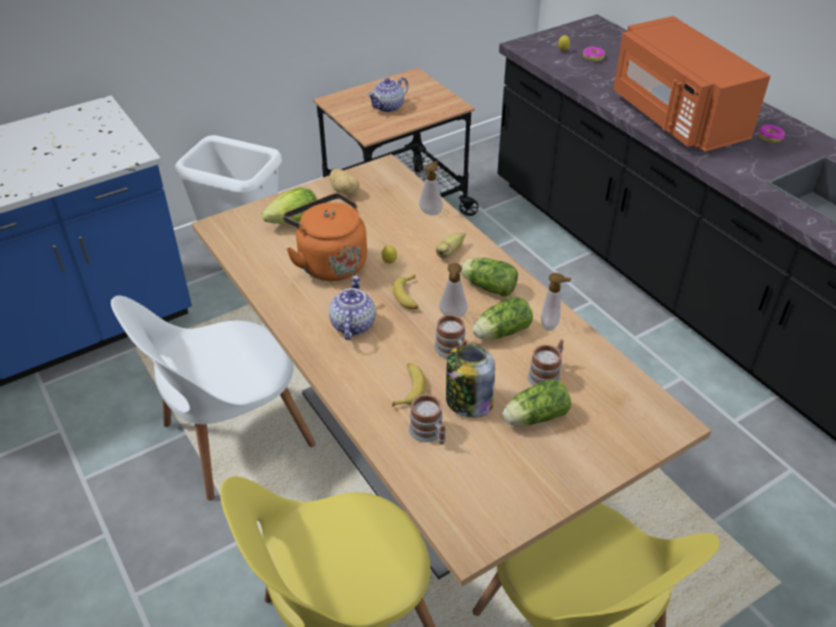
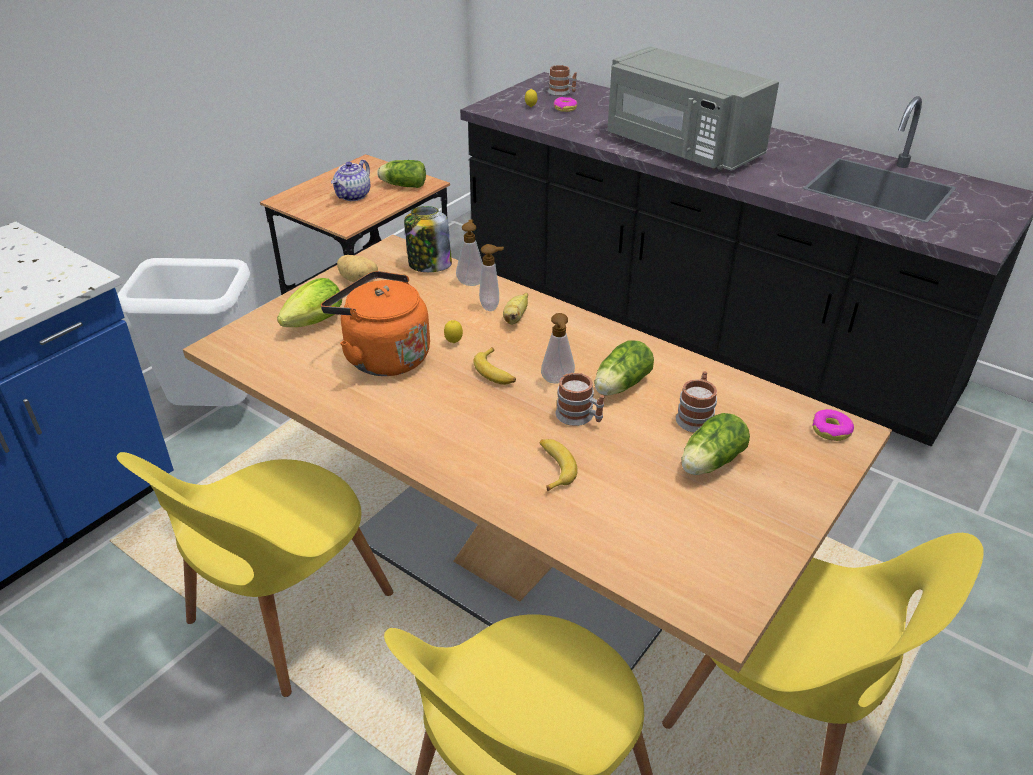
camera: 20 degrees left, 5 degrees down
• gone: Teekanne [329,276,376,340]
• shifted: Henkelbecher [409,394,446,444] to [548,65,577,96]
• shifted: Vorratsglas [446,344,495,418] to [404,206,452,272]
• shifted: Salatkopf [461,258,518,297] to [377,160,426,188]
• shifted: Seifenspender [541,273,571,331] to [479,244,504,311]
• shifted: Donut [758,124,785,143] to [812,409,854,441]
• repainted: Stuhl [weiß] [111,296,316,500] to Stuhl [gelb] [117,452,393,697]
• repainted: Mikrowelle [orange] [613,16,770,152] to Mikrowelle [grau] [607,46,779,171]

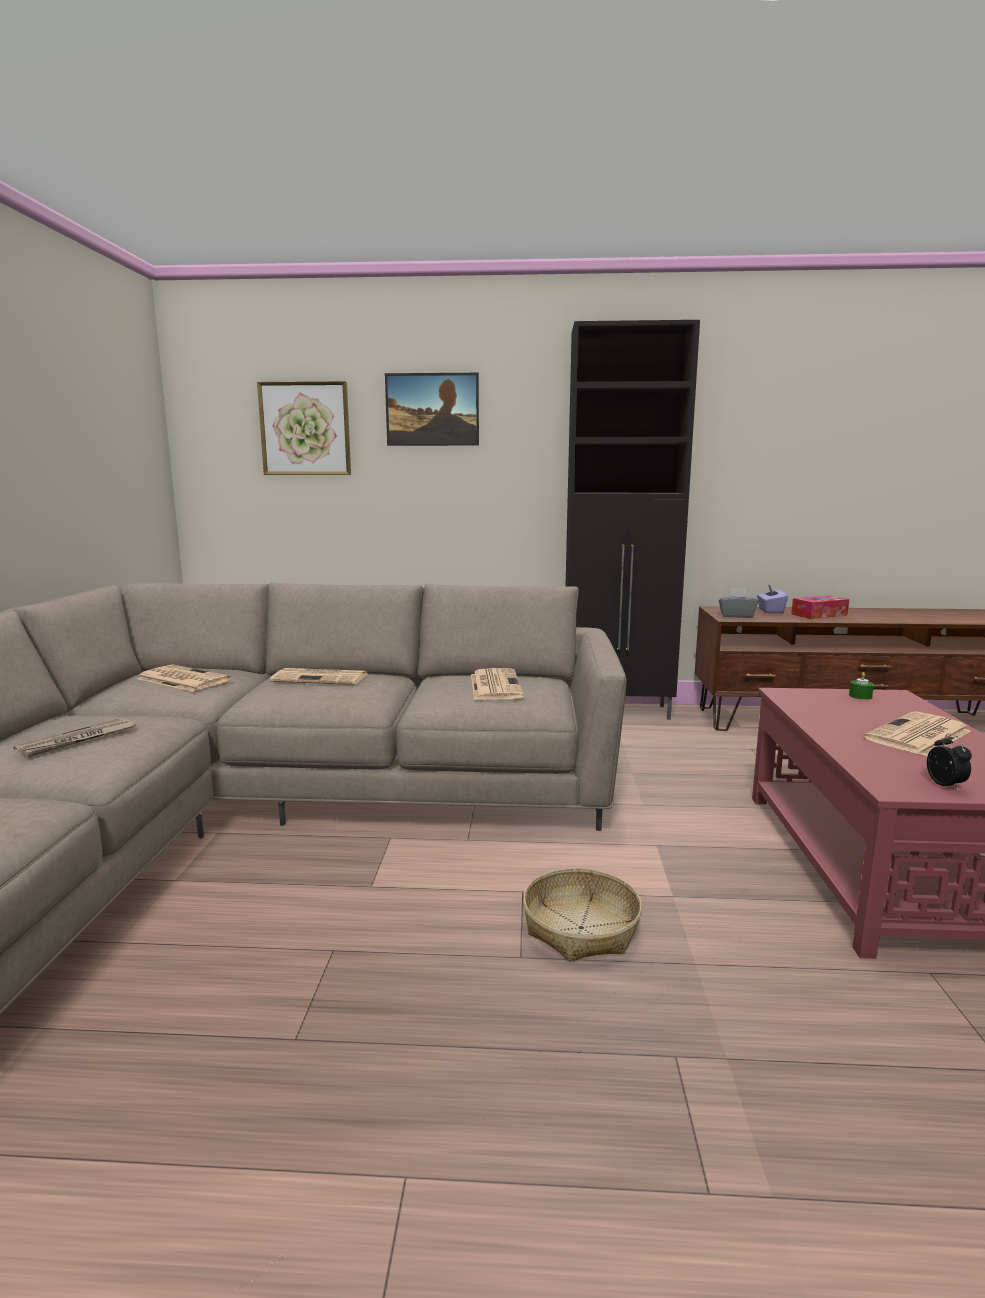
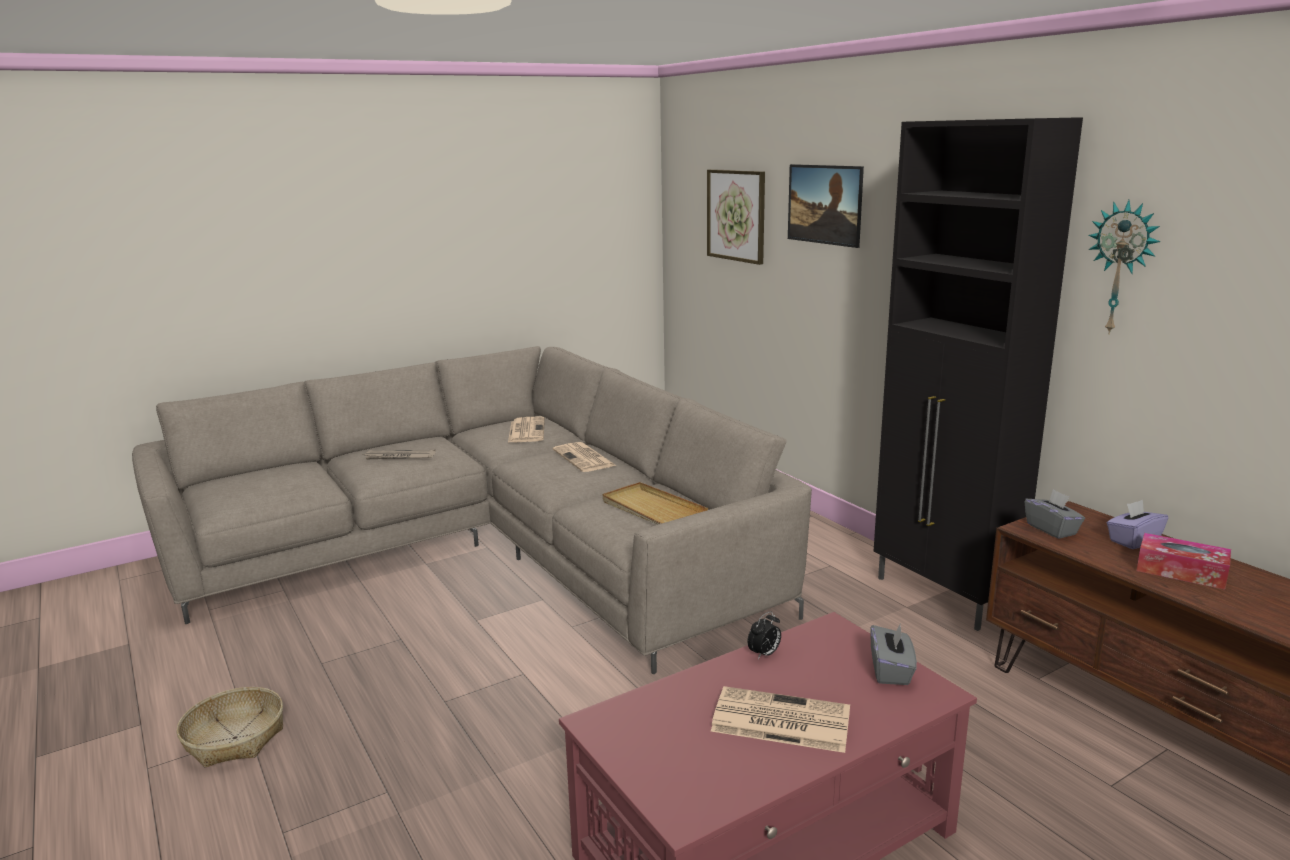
camera: 55 degrees right, 5 degrees up
• new: Wanduhr [1088,200,1160,335]
• shifted: Korb [523,868,642,962] to [177,687,283,767]
• shifted: Wecker [927,734,972,791] to [748,611,781,659]
• swapped: Zeitung [471,668,524,700] to Tablett [beige] [602,482,708,525]
• swapped: Kerze [grün] [849,672,874,700] to Taschentuchbox [grau] [870,622,917,685]

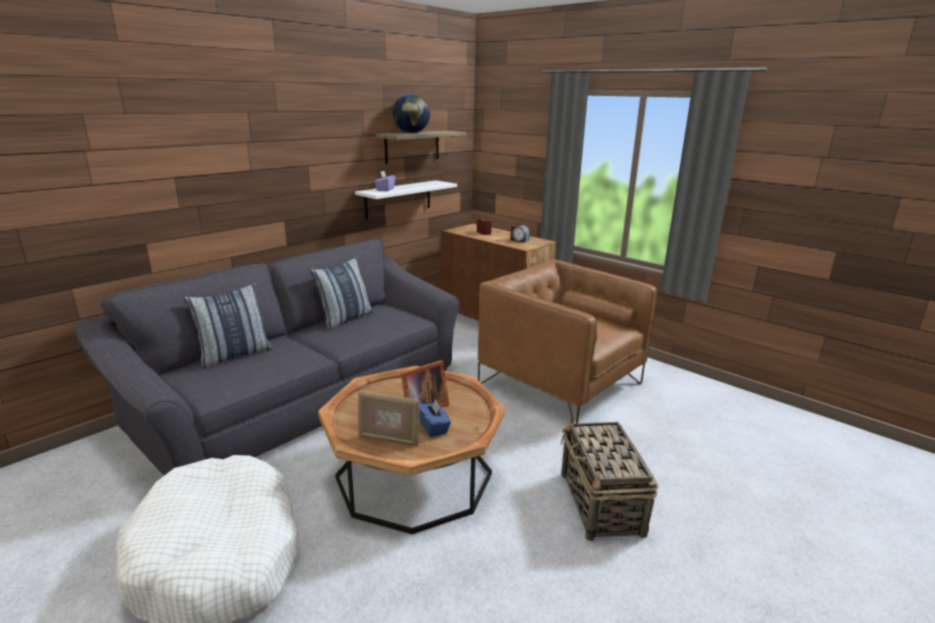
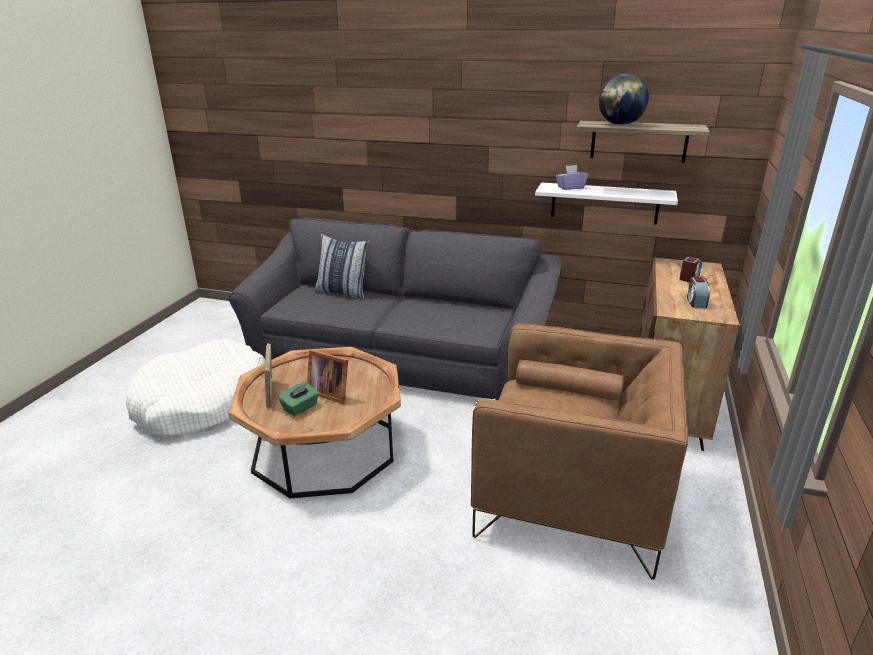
camera: 65 degrees right, 5 degrees up
• gone: Kissen [310,256,373,330]
• gone: Korb [561,419,658,541]
• repainted: Taschentuchbox [blau] [419,399,451,437] to Taschentuchbox [grün] [278,382,319,416]
• rotated: Sessel [braun] [478,259,658,423] = [471,323,688,579] 90 degrees clockwise

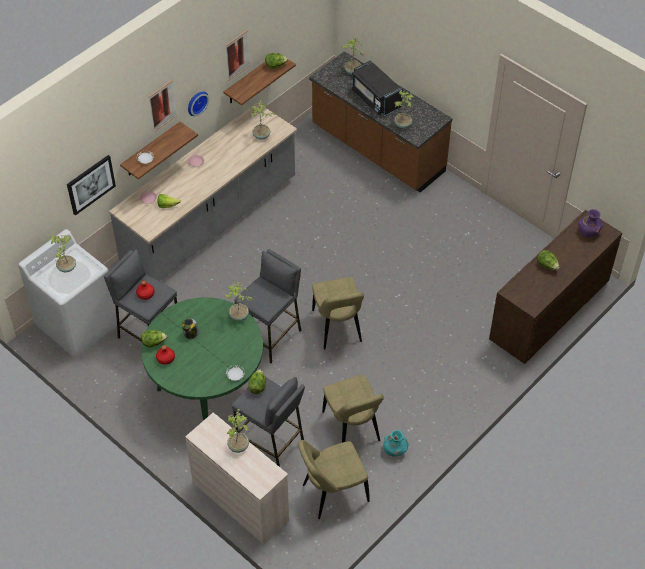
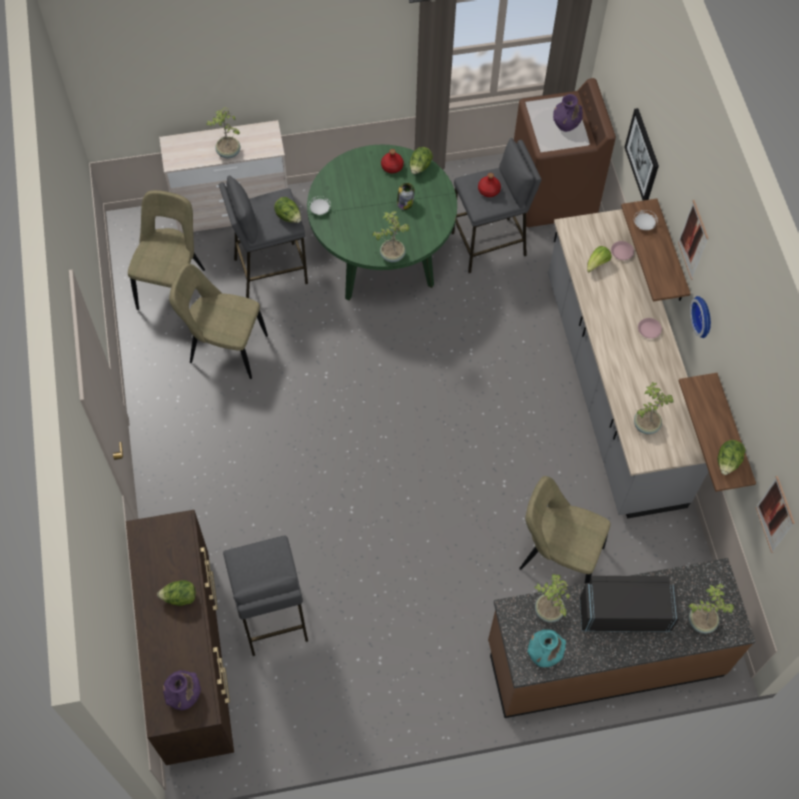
camera: 125 degrees right, 10 degrees up
• shifted: Bild [225,30,250,81] to [756,476,795,553]
• shifted: Hocker [grau] [234,249,302,363] to [223,535,308,656]
• shifted: Stuhl [beige] [312,277,364,350] to [519,476,610,584]
• shifted: Vase [türkis] [383,430,408,457] to [527,629,566,667]
• swapped: Topfpflanze [50,235,76,272] to Vase [lila] [553,94,583,132]
• repainted: Waschmaschine [weiß] [18,229,117,358] to Waschmaschine [braun] [514,78,616,227]

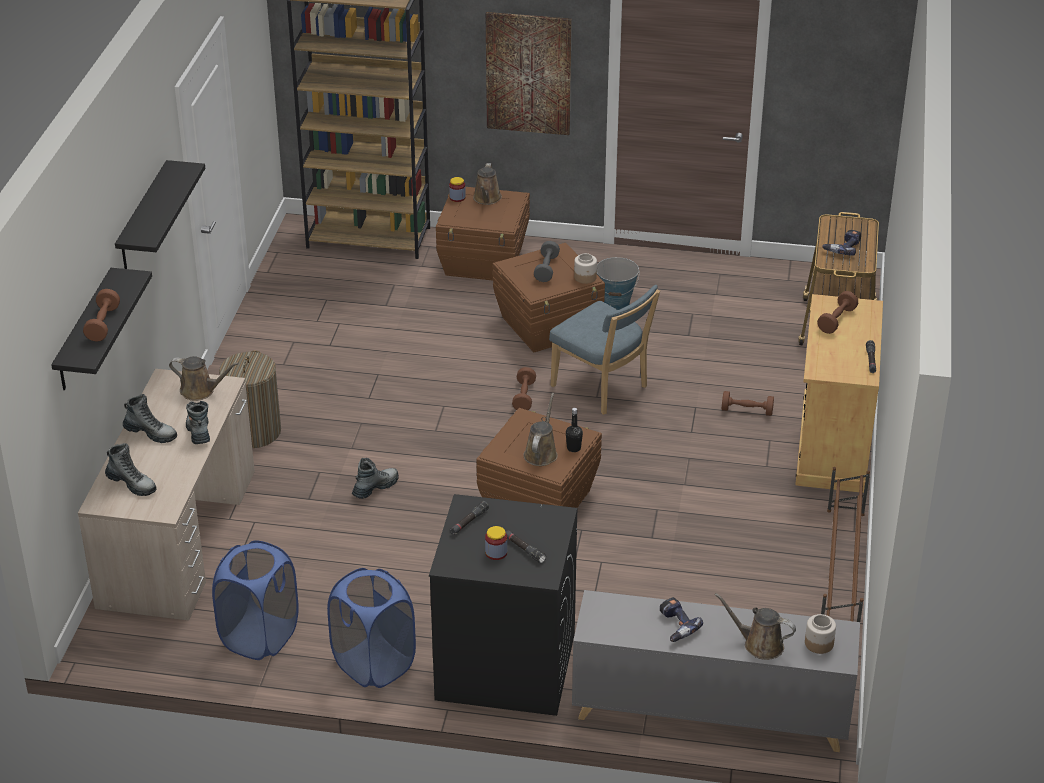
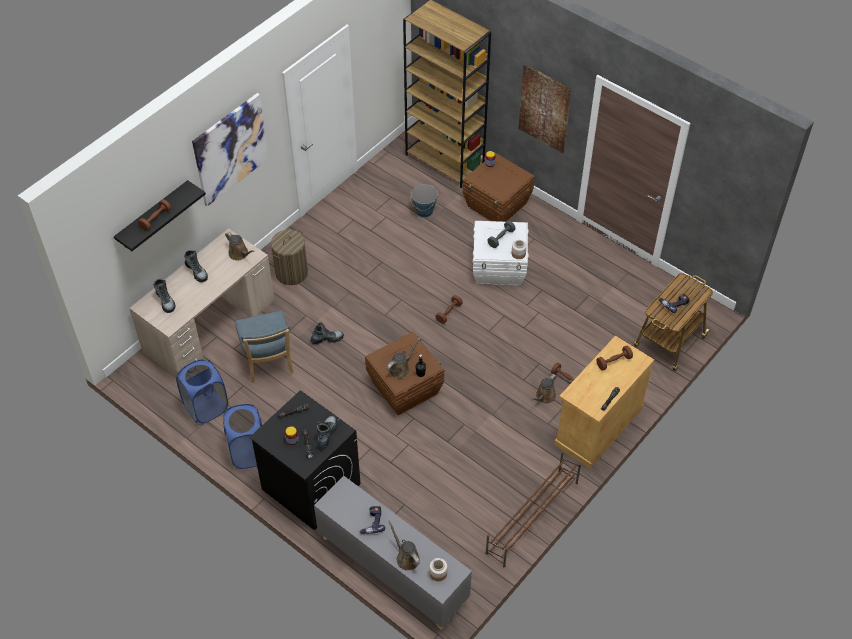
camera: 30 degrees right, 15 degrees up
• shifted: Stiefel [186,401,210,444] to [316,415,337,448]
• shifted: Gießkanne [braun] [473,163,502,205] to [531,374,557,404]
• shifted: Stuhl [blau] [549,285,660,415] to [235,311,294,383]
• shifted: Eimer [597,257,640,310] to [410,184,438,218]
• swapped: Wandregal [schwarz] [115,160,205,269] to Bild [192,93,269,206]
• repainted: Aufbewahrungsbox [braun] [493,243,605,352] to Aufbewahrungsbox [weiß] [473,221,528,286]

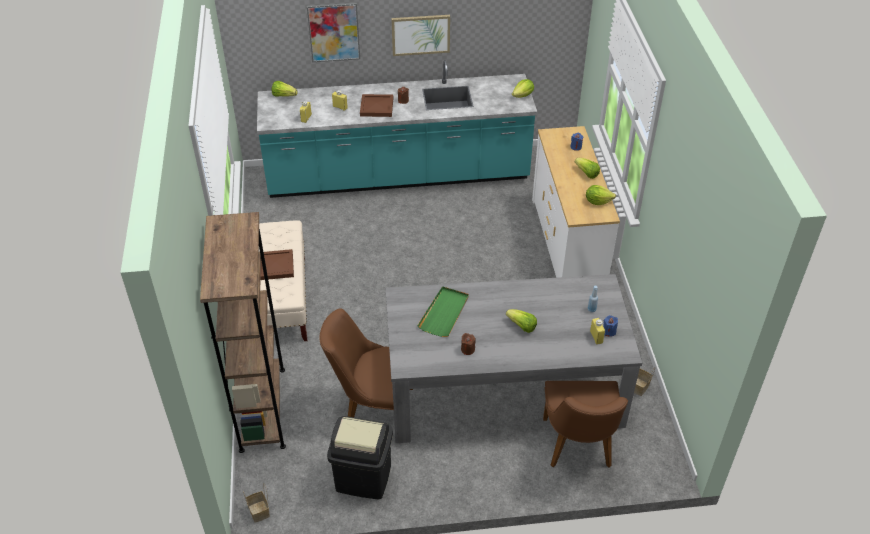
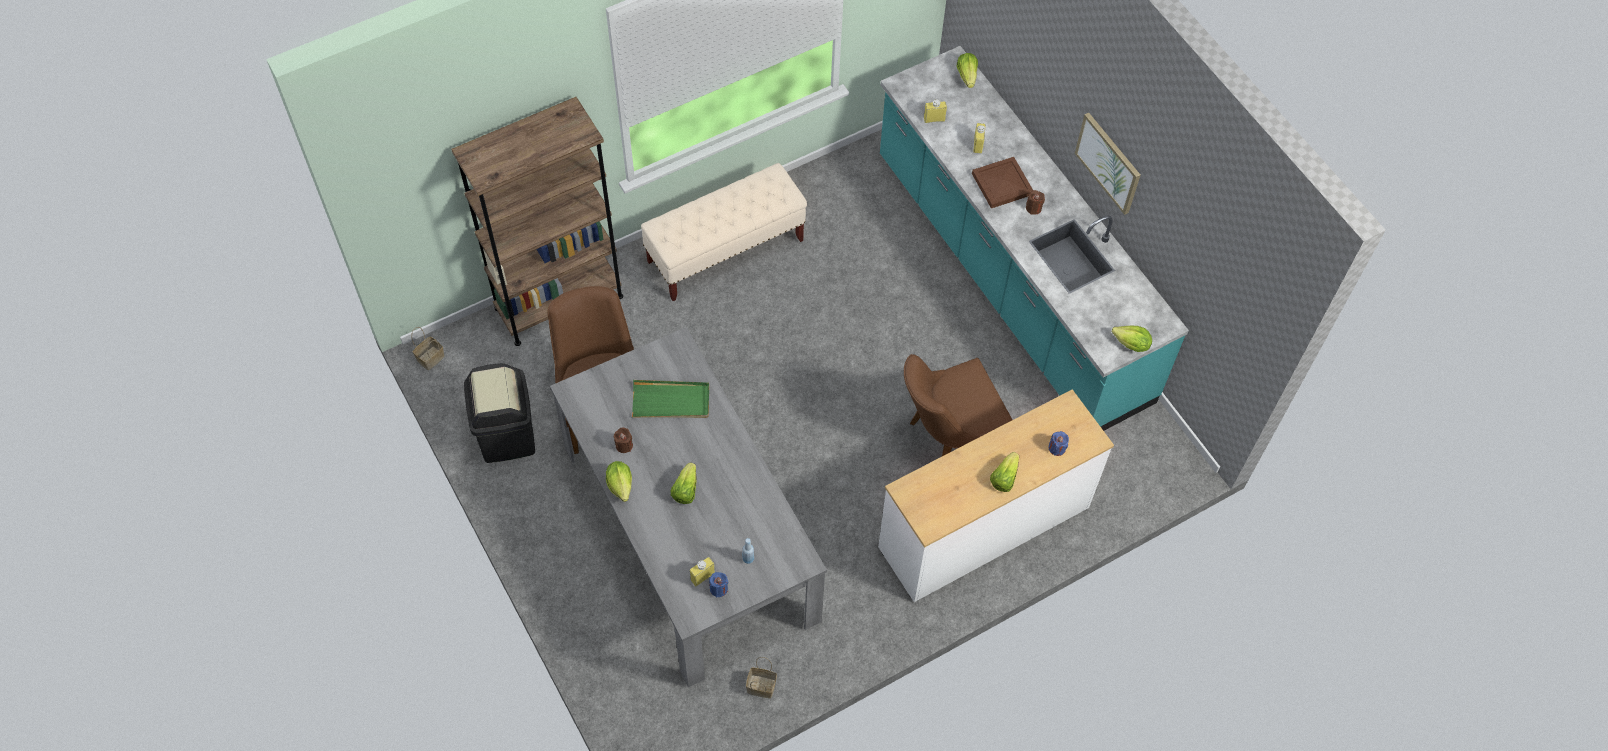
camera: 65 degrees right, 15 degrees up
• gone: Tablett [braun] [260,249,294,280]
• gone: Bild [307,3,360,62]
• shifted: Stuhl [braun] [543,381,628,468] to [904,354,1012,456]
• shifted: Salatkopf [586,185,616,205] to [606,461,632,502]

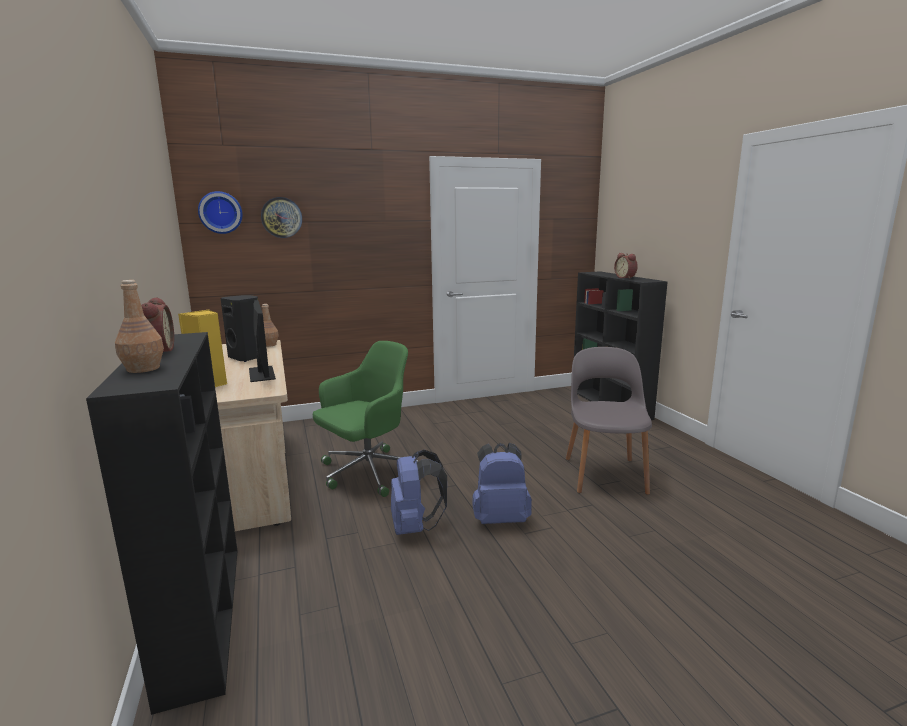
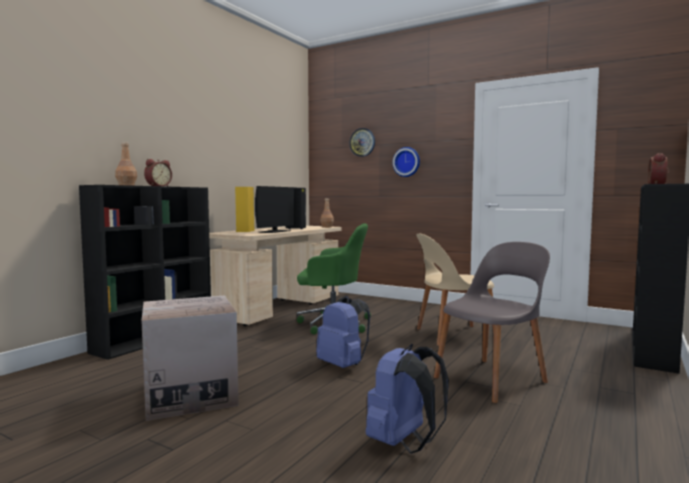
camera: 50 degrees right, 10 degrees down
• new: Karton [141,295,239,421]
• new: Stuhl [beige] [416,234,494,346]
• shifted: Wanduhr [198,191,242,234] to [392,147,420,177]
• shifted: Rucksack [blau] [391,450,447,535] to [366,344,449,453]

